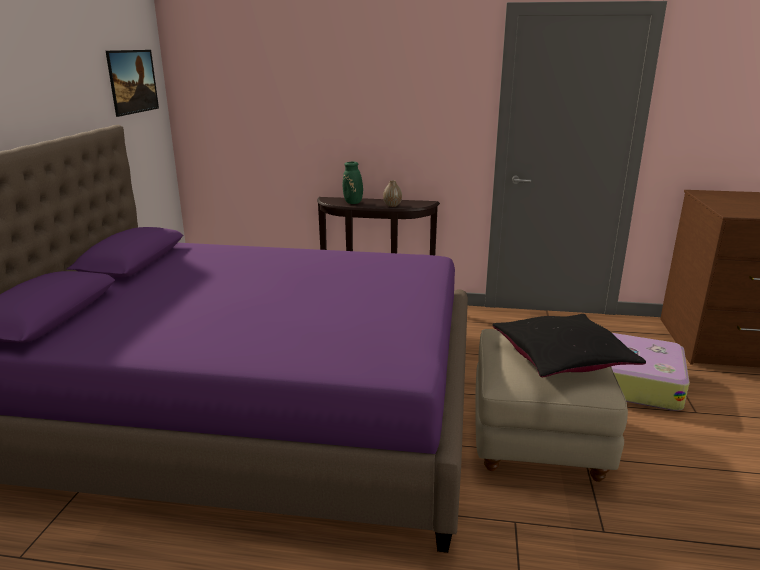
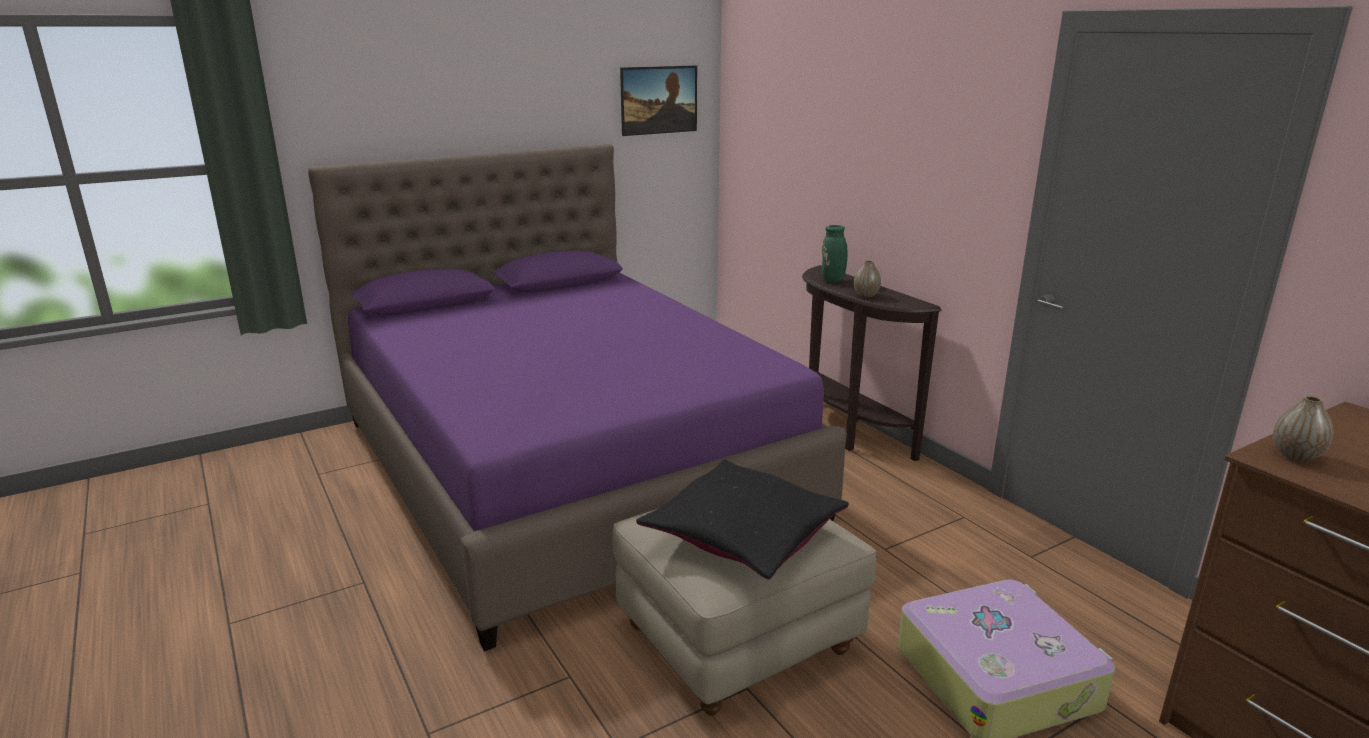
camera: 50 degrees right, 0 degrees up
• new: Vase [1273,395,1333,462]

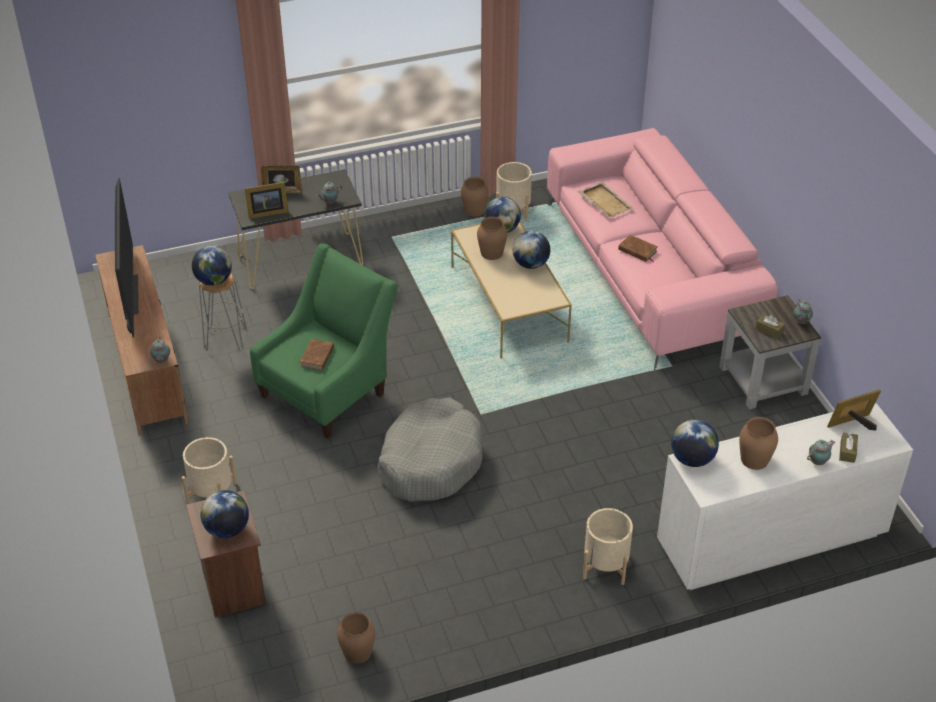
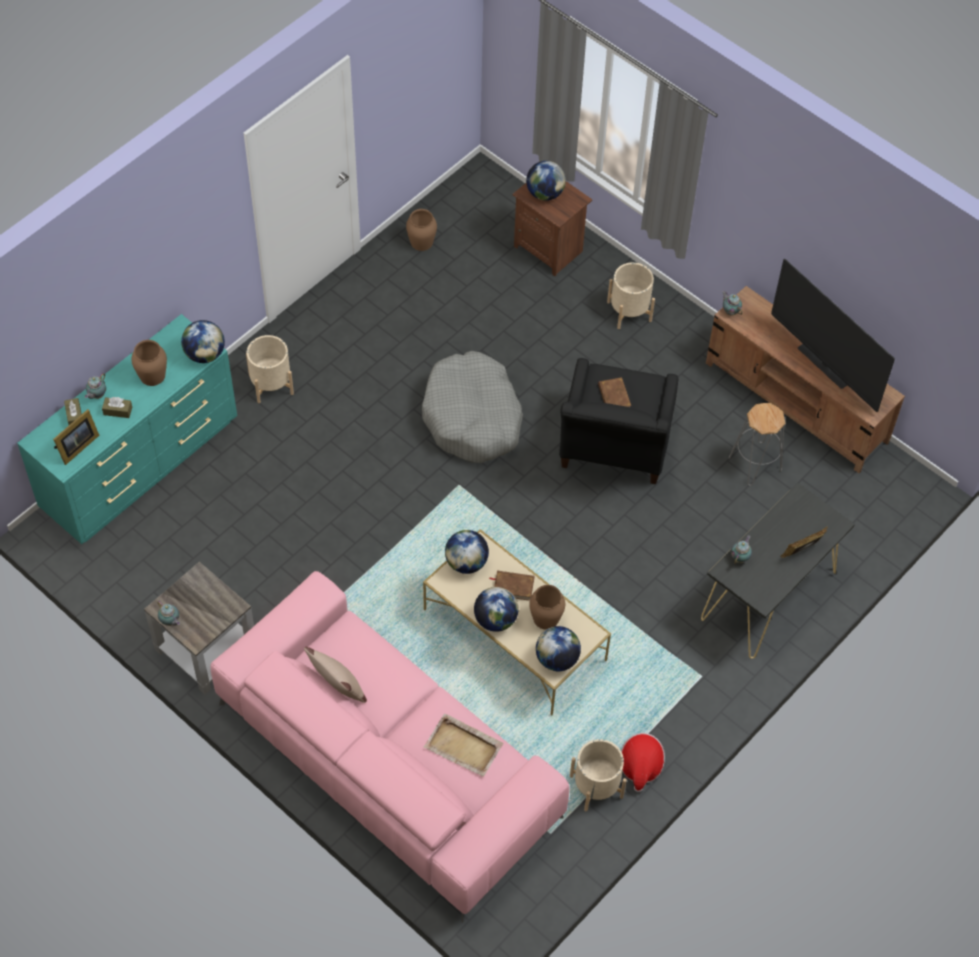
camera: 150 degrees right, 15 degrees up
• gone: Bilderrahmen [245,182,288,219]
• new: Kissen [beige] [304,647,367,703]
• shifted: Globus [192,246,232,286] to [445,530,489,574]
• shifted: Buch [braun] [618,235,658,262] to [489,571,534,601]
• shifted: Taschentuchbox [braun] [755,314,785,339] to [102,397,132,418]
• swapped: Vase [braun] [461,177,489,217] to Hut [621,733,665,792]
• repainted: Sessel [grün] [250,243,398,439] to Sessel [schwarz] [559,358,678,484]
• repainted: Kommode [weiß] [657,403,913,590] to Kommode [türkis] [17,314,237,544]

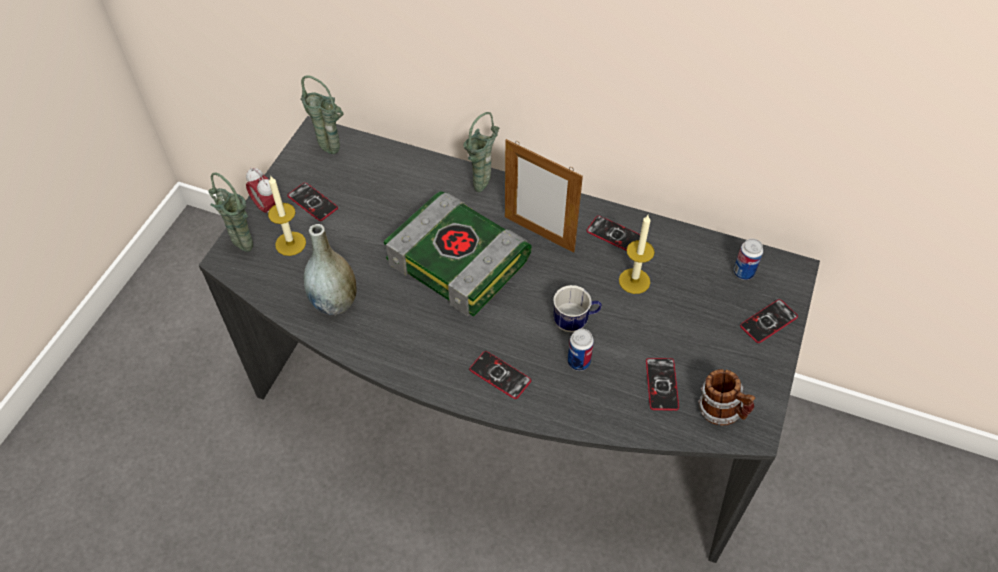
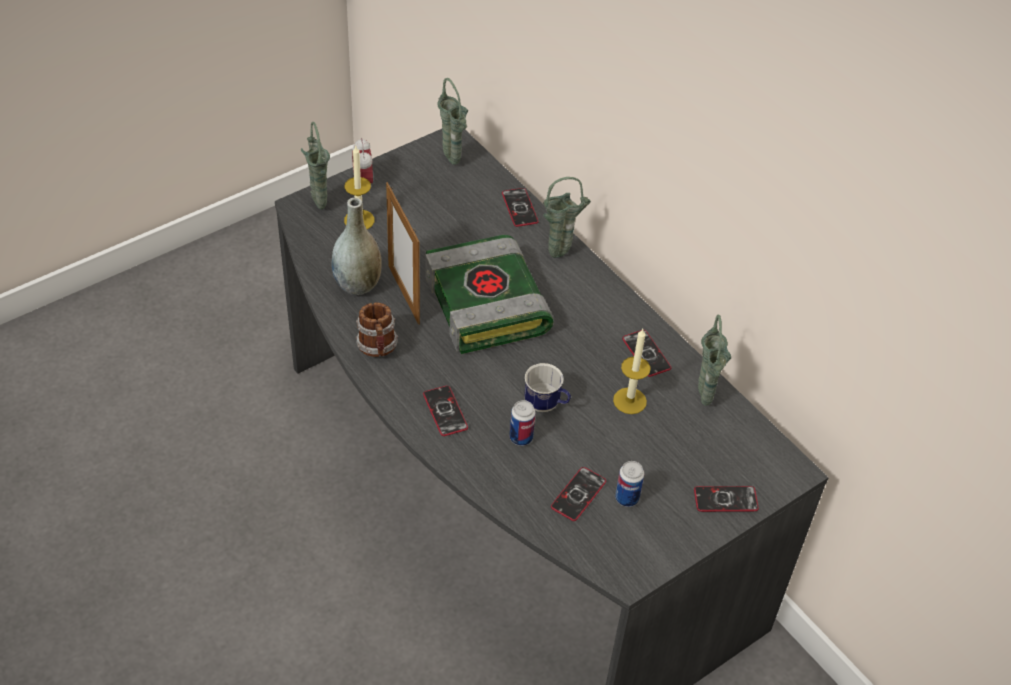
camera: 30 degrees right, 5 degrees down
• new: Vase [grün] [698,315,731,406]
• shifted: Handy [287,183,338,221] to [502,188,539,227]
• shifted: Bilderrahmen [505,139,583,253] to [386,182,420,325]
• shifted: Henkelbecher [698,369,755,425] to [356,303,398,357]
• shifted: Dose [733,239,763,280] to [615,461,644,507]

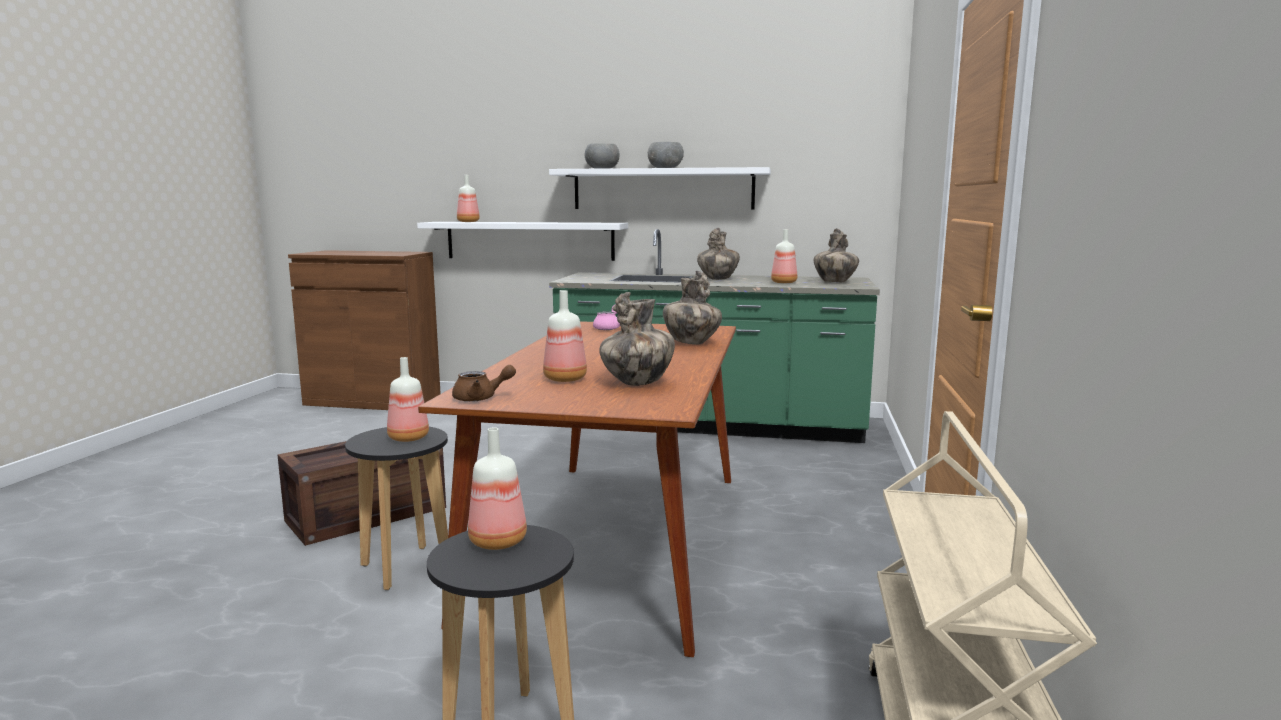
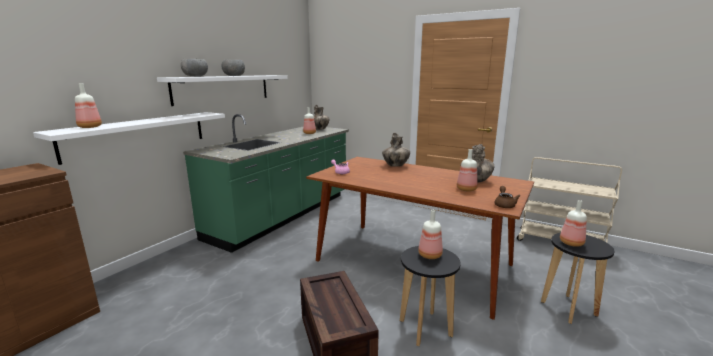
camera: 70 degrees left, 5 degrees up
• gone: Vase [697,228,740,280]

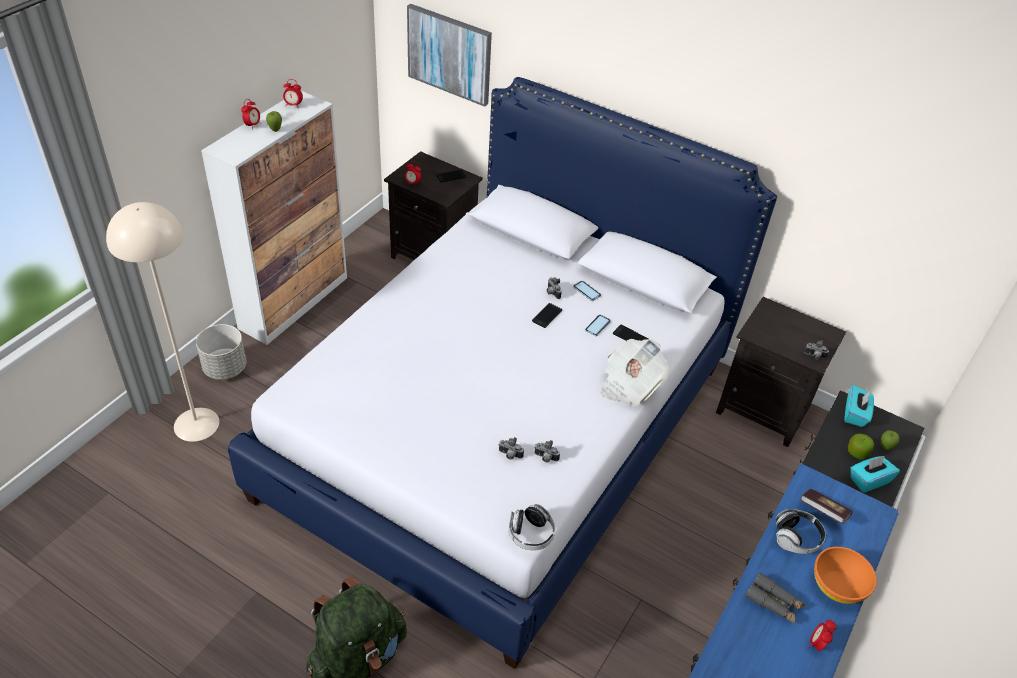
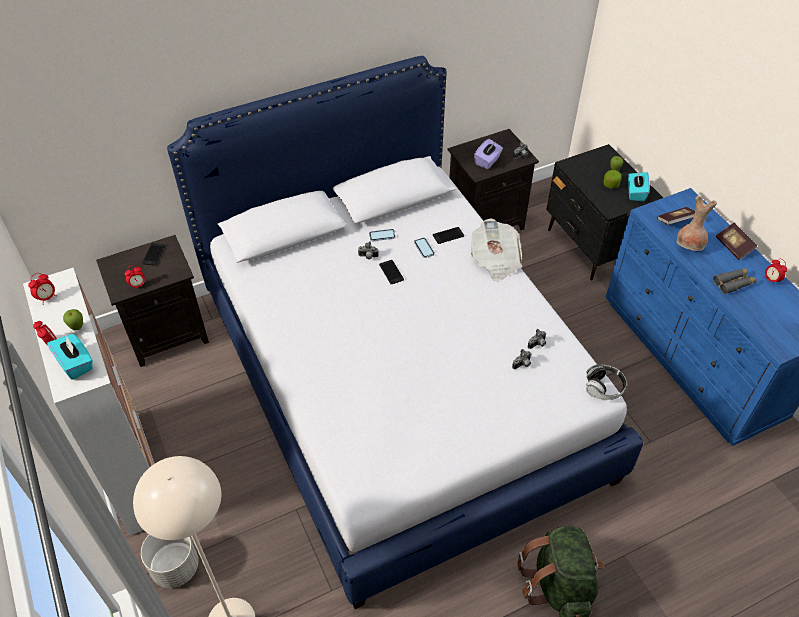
camera: 55 degrees left, 5 degrees up
• gone: Bild [407,4,492,107]
• new: Taschentuchbox [lila] [474,139,503,169]
• shifted: Taschentuchbox [türkis] [844,385,874,427] to [47,334,93,380]
• swapped: Kopfhörer [775,509,826,554] to Vase [braun] [676,196,717,251]
• swapped: Schüssel [orange] [814,547,877,604] to Buch [716,223,757,260]

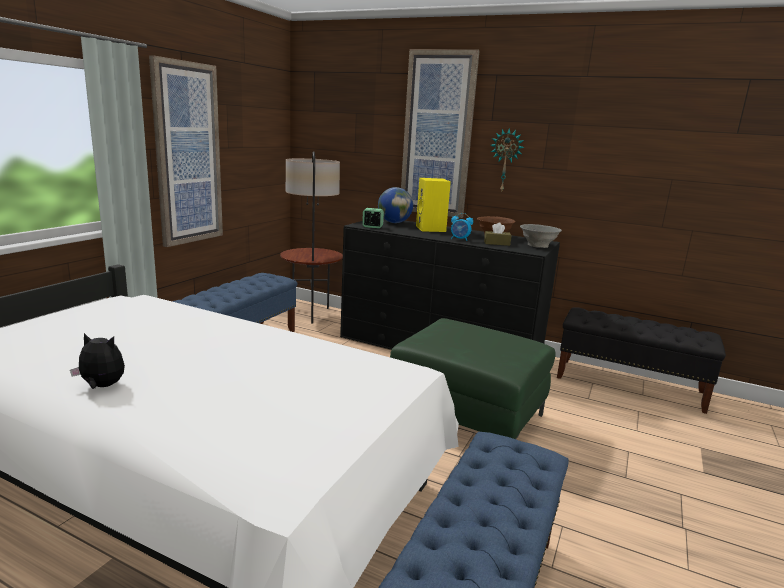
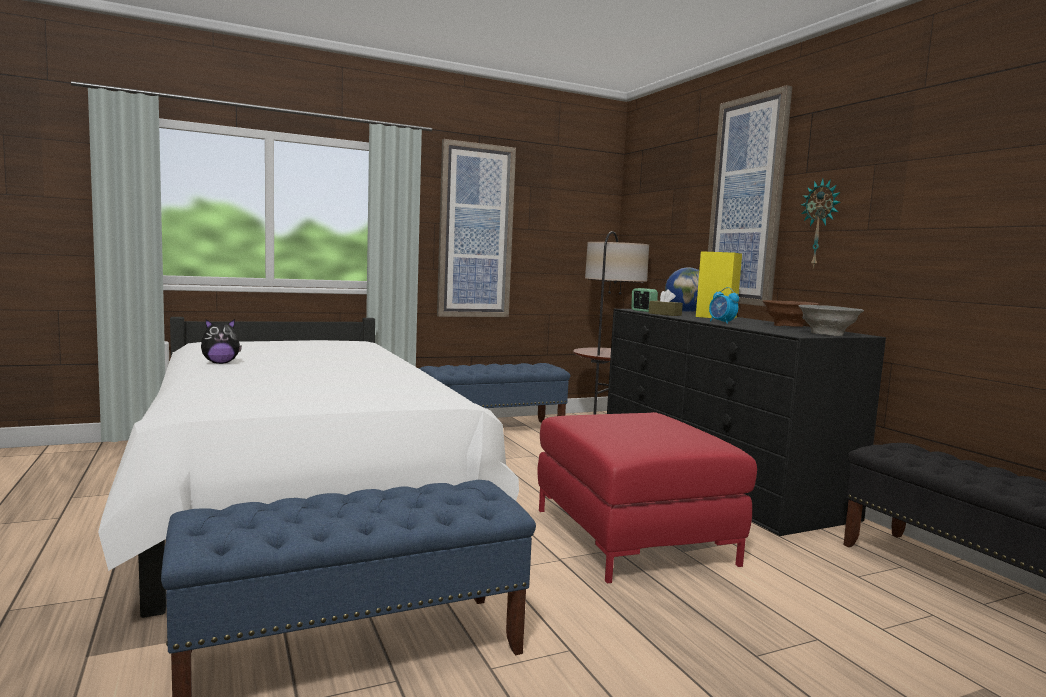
camera: 40 degrees right, 10 degrees down
• shifted: Taschentuchbox [braun] [484,222,512,246] to [649,289,683,316]
• repainted: Polsterhocker [grün] [390,318,556,439] to Polsterhocker [rot] [537,412,757,584]
• rotated: Plüschtier [70,333,125,389] = [201,319,242,364] 105 degrees clockwise

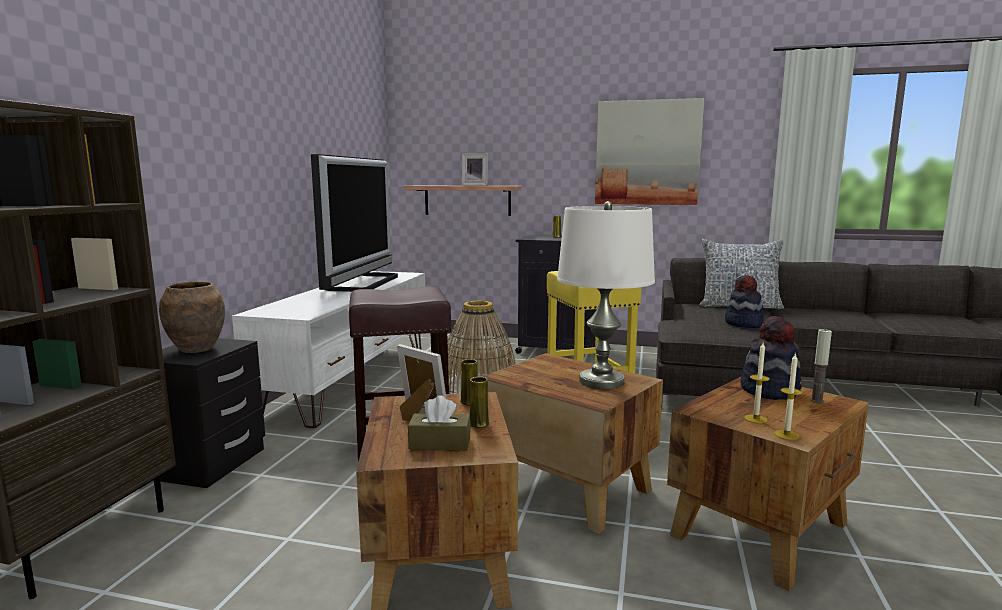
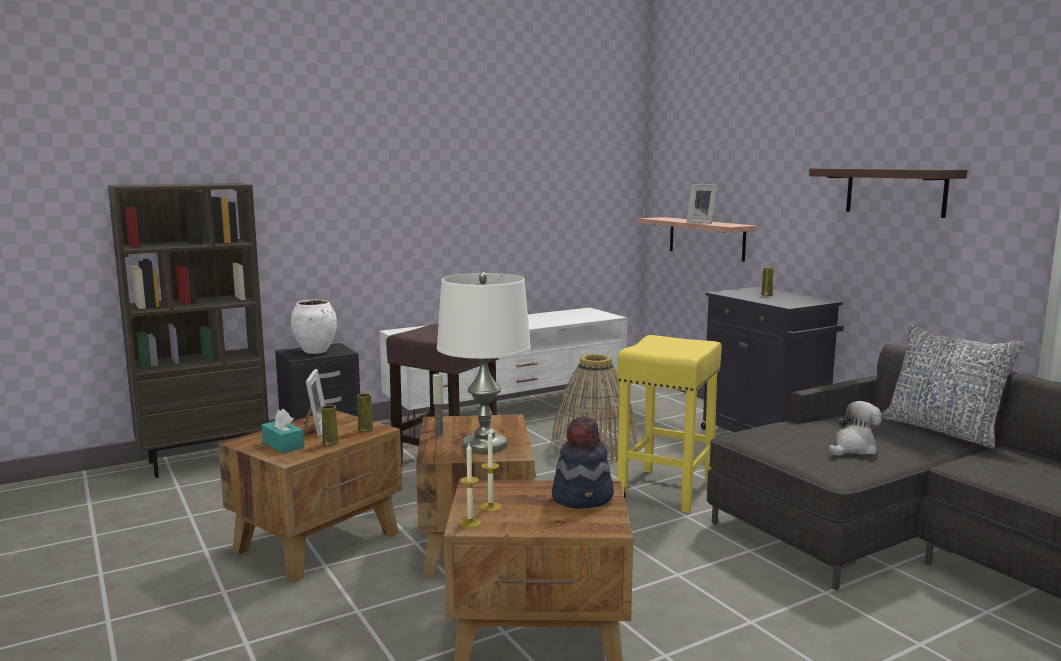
camera: 45 degrees right, 0 degrees up
• gone: Fernseher [311,154,398,292]
• shifted: Kerze [810,328,832,403] to [433,373,445,437]
• swapped: Bild [595,98,704,205] to Wandregal [809,168,968,218]
• swapped: Hut [725,275,764,328] to Plüschtier [829,401,882,456]
• repainted: Vase [braun] [159,282,225,353] to Vase [weiß] [291,299,337,354]
• repainted: Taschentuchbox [braun] [408,395,471,451] to Taschentuchbox [türkis] [262,409,304,453]

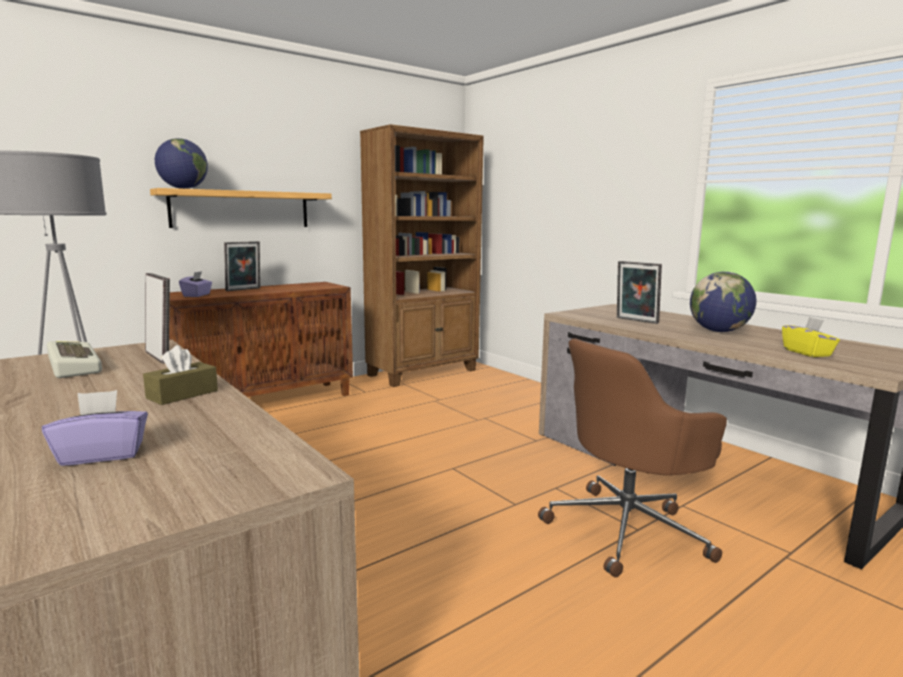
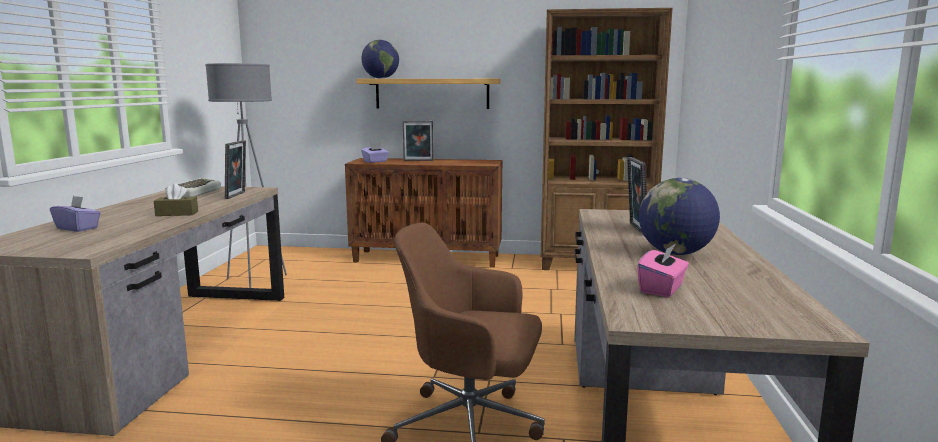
camera: 45 degrees right, 0 degrees up
• repainted: Taschentuchbox [gelb] [782,317,840,357] to Taschentuchbox [rosa] [637,244,689,297]

